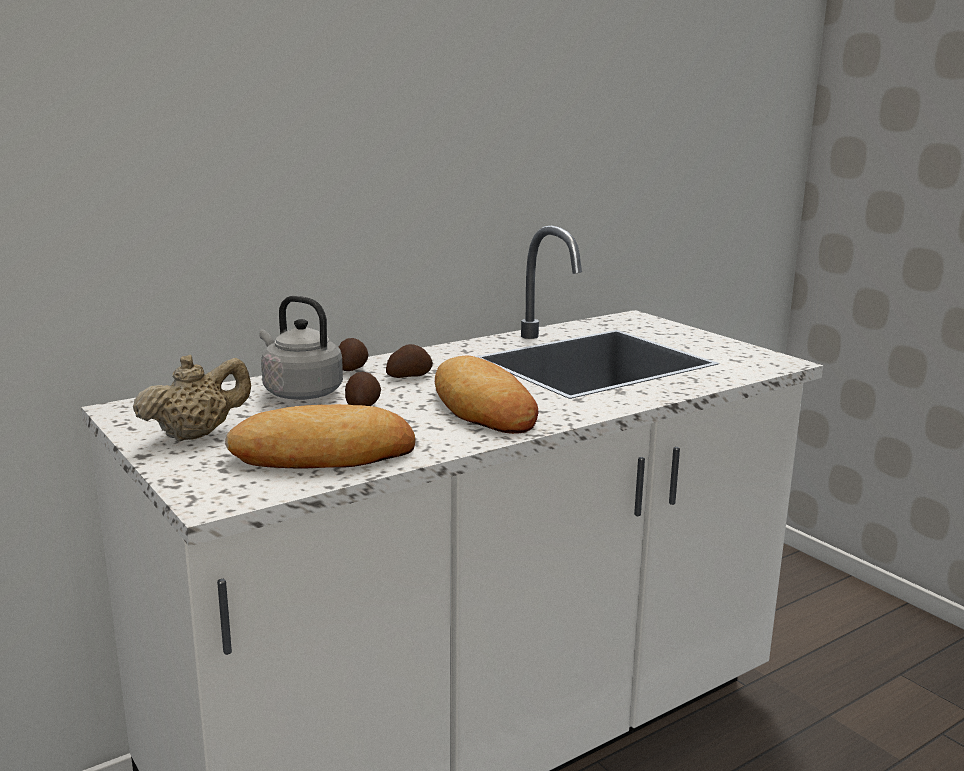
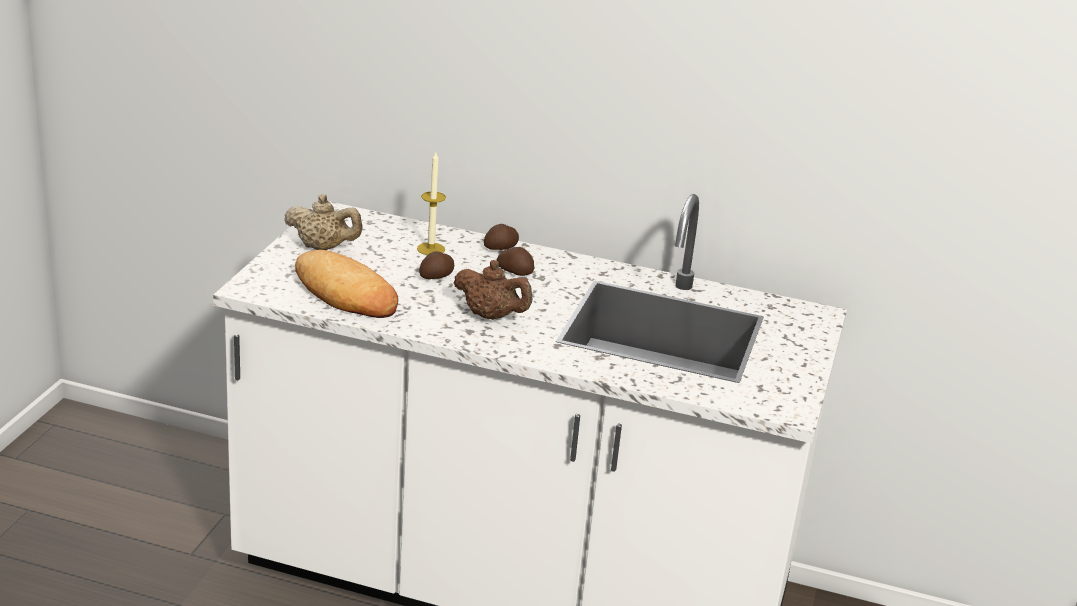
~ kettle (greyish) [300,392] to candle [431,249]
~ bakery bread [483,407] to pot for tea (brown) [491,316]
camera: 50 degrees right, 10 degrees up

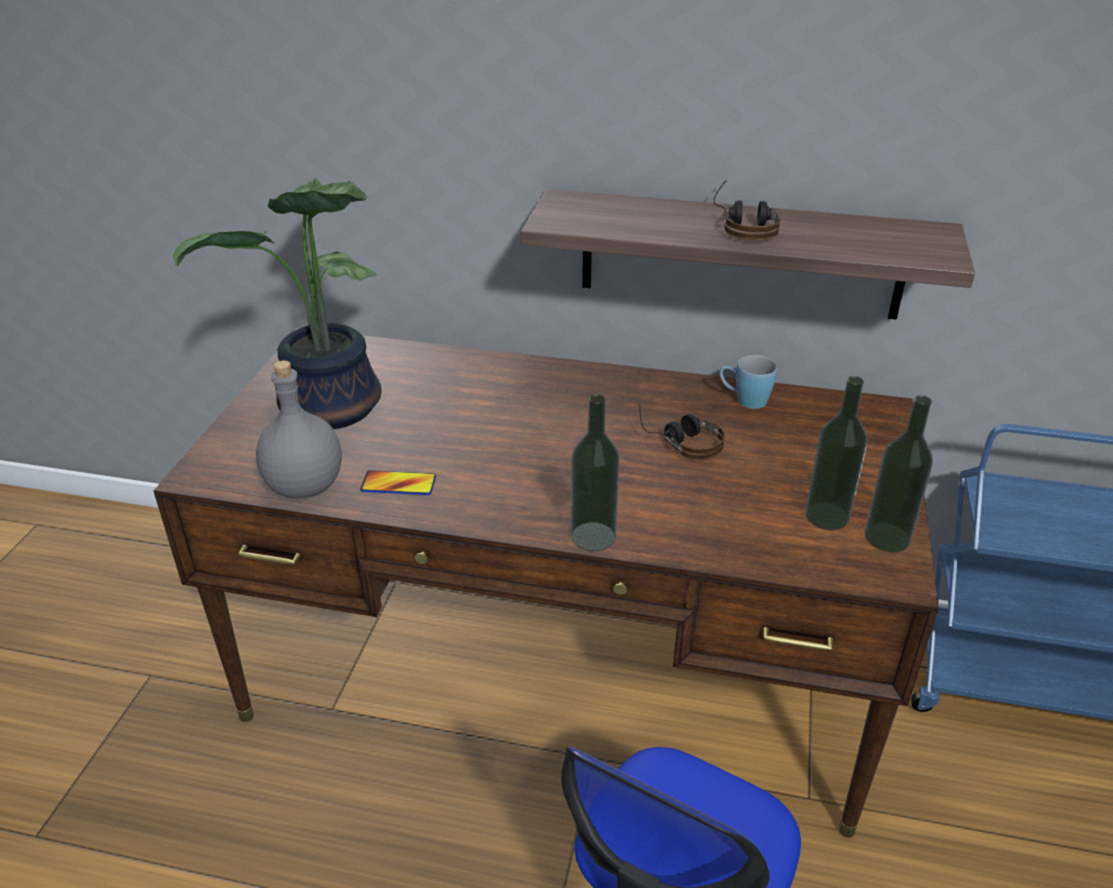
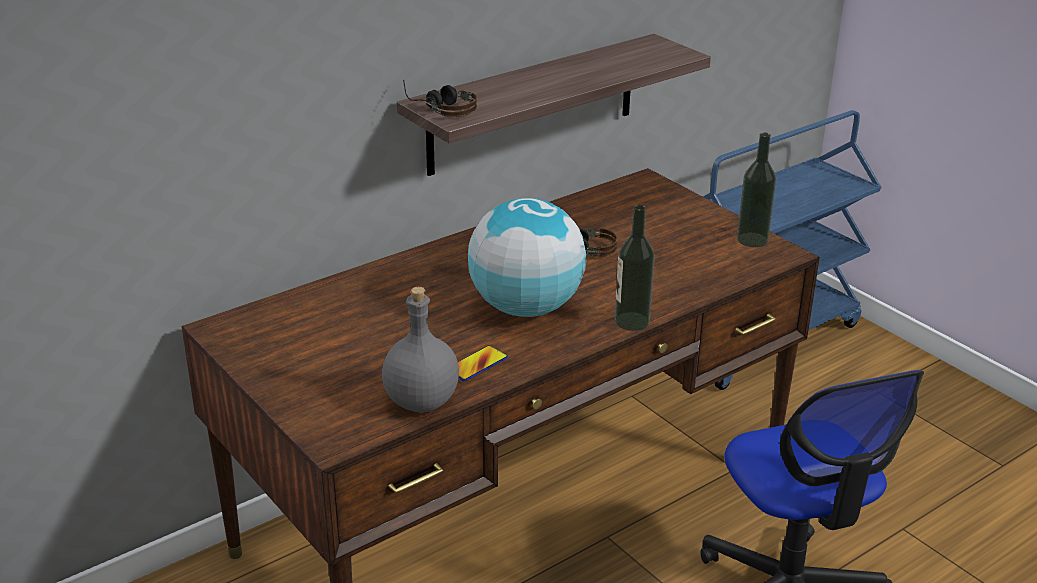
- houseplant [329,410]
- tea mug (blue) [744,400]
- bottle [827,516]
+ world globe [525,308]
~ pair of headphones [744,225] to [440,108]
camera: 50 degrees left, 5 degrees down

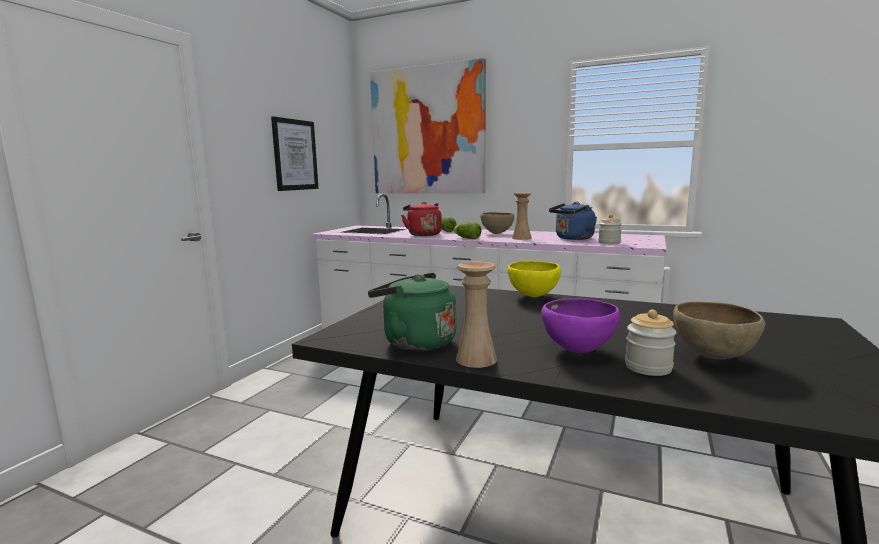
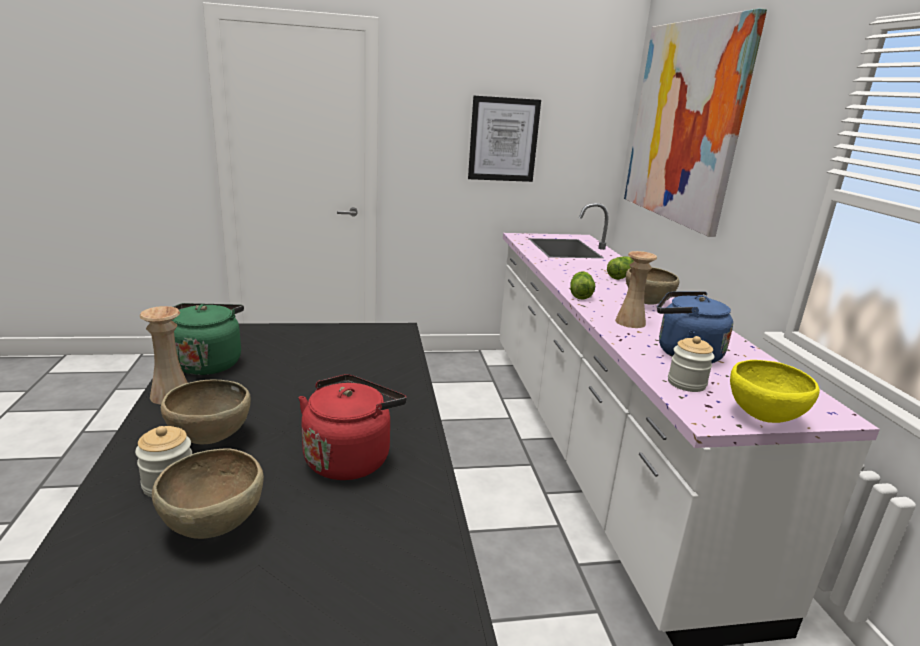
~ kettle (red-coloured) [423,234] to [350,457]
~ deep dish (yellow-coloured) [533,296] to [763,418]
~ deep dish (purple-coloured) [578,351] to deep dish (brown) [210,439]
camera: 55 degrees right, 10 degrees up

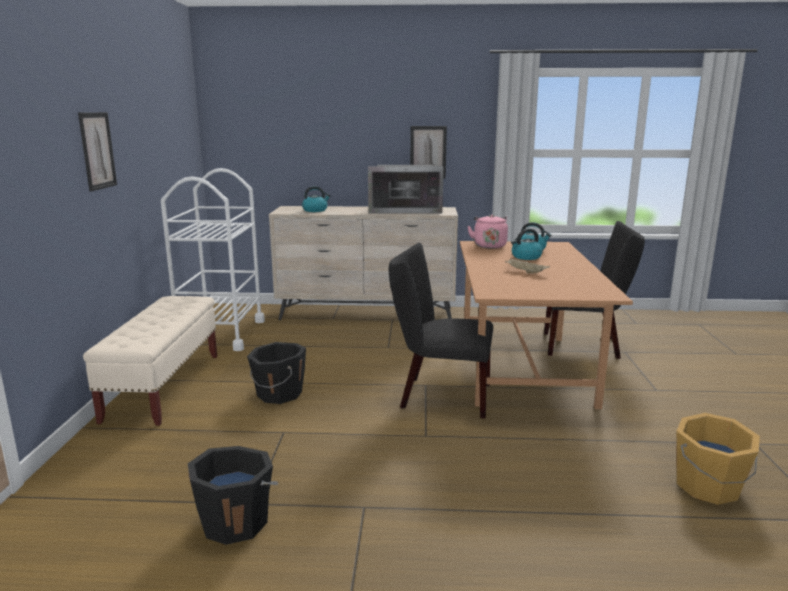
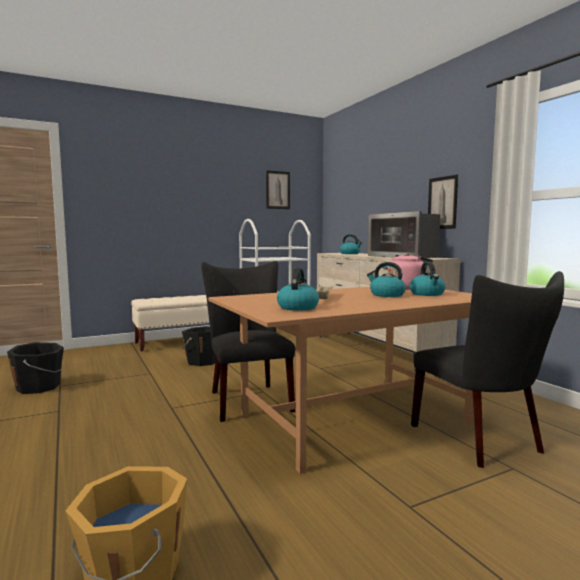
+ kettle [298,307]
~ wall art [97,150] to [278,190]
camera: 60 degrees right, 10 degrees down

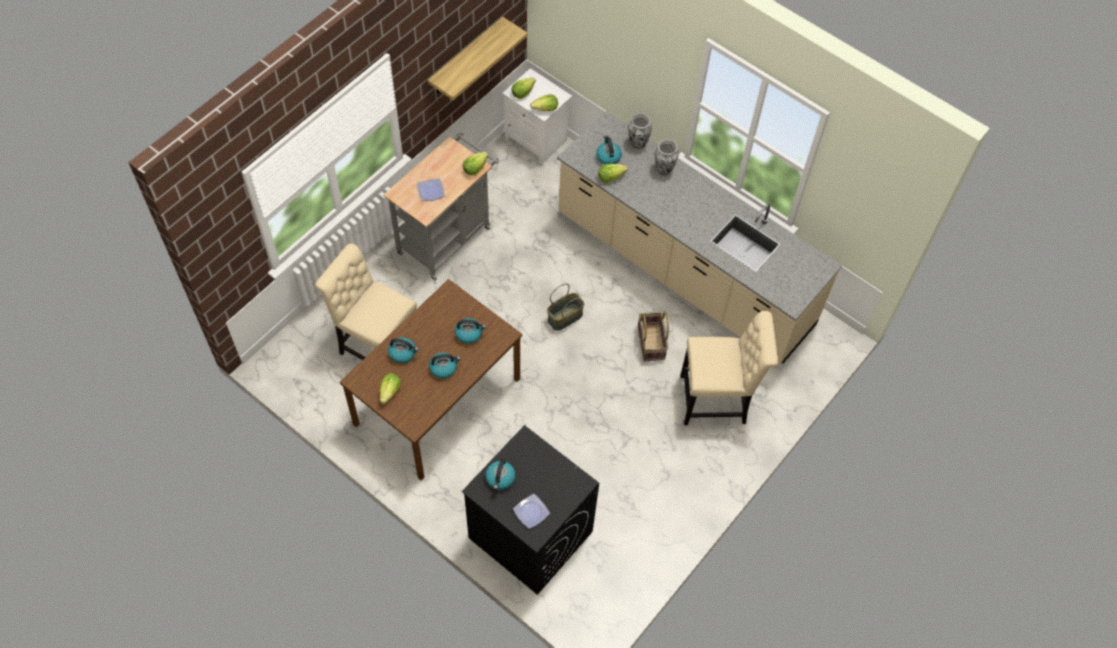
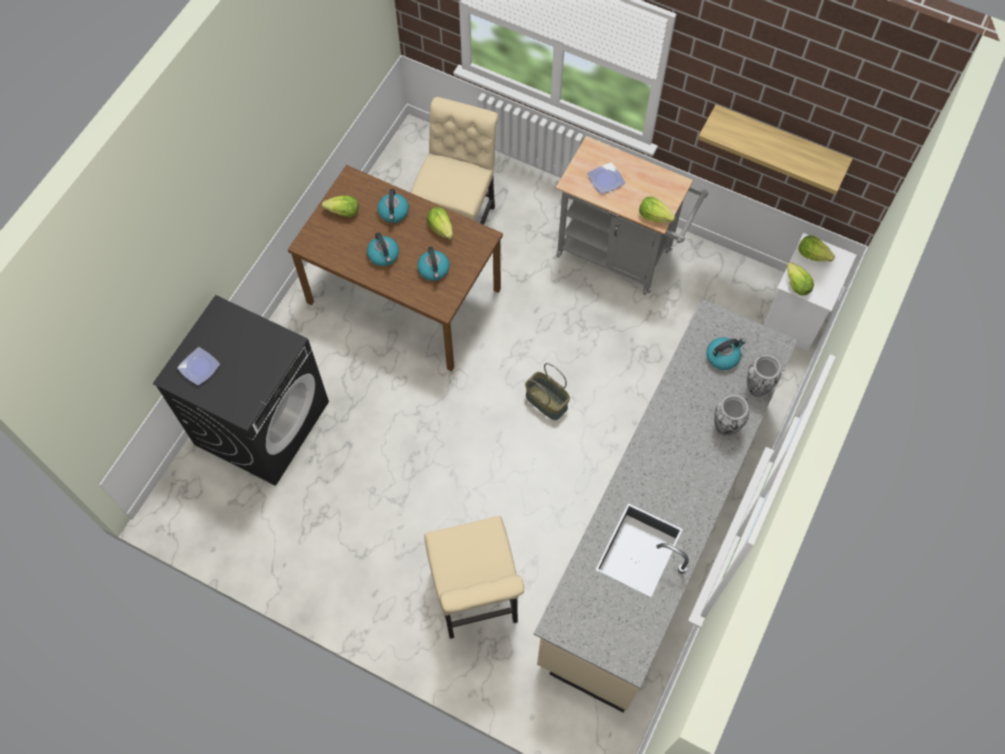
- kettle [500,478]
- household basket [652,343]
~ lettuce head [610,177] to [441,228]
camera: 80 degrees right, 5 degrees up

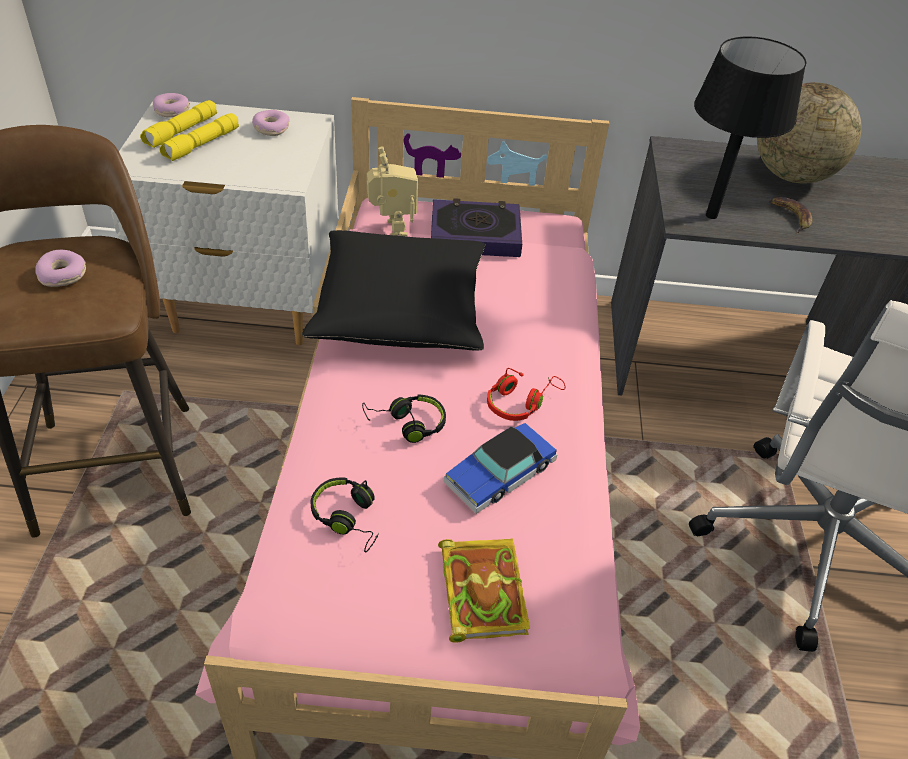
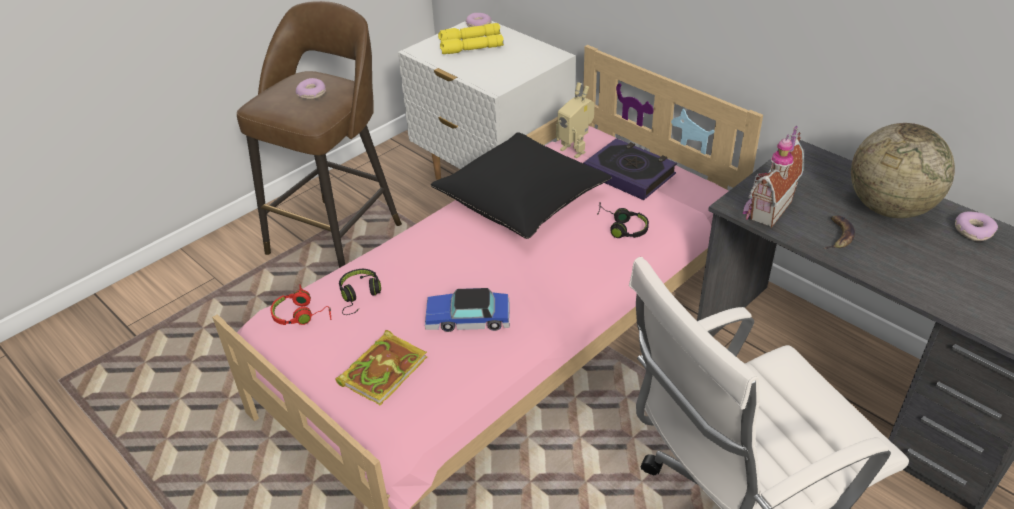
~ ring doughnut [271,128] to [973,231]
~ pair of headphones (blackish) [407,424] to [621,227]
~ pair of headphones (red-coloured) [520,402] to [302,315]
~ tabletop lamp (blackish) [711,216] to toy house [765,209]
~ model robot [391,228] = [575,149] 105 degrees clockwise
camera: 45 degrees right, 5 degrees down

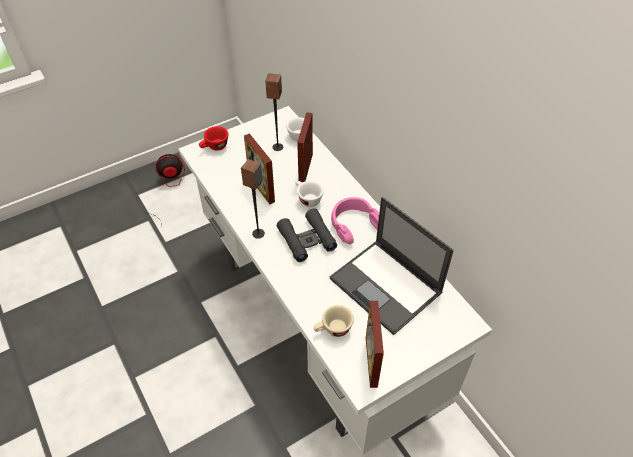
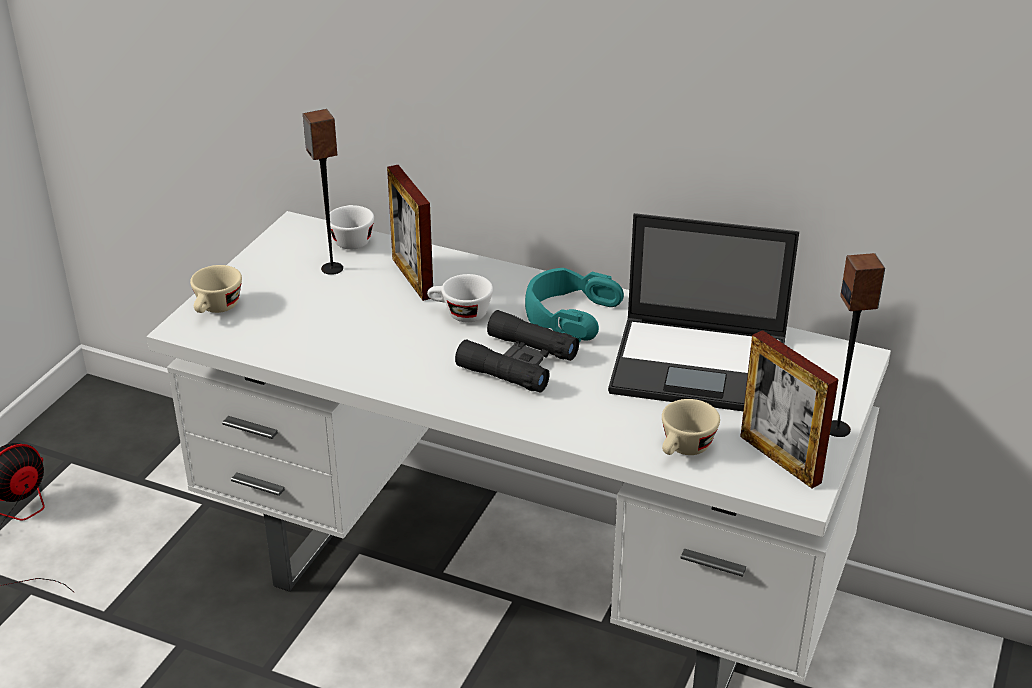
- photo frame [261,189]
~ loudspeaker [258,233] to [838,429]
~ drinking cup (red-coloured) [214,147] to drinking cup (beige-coloured) [216,309]
~ pair of headphones (pink-coloured) [354,224] to pair of headphones (turquoise) [569,314]
camera: 35 degrees left, 15 degrees down

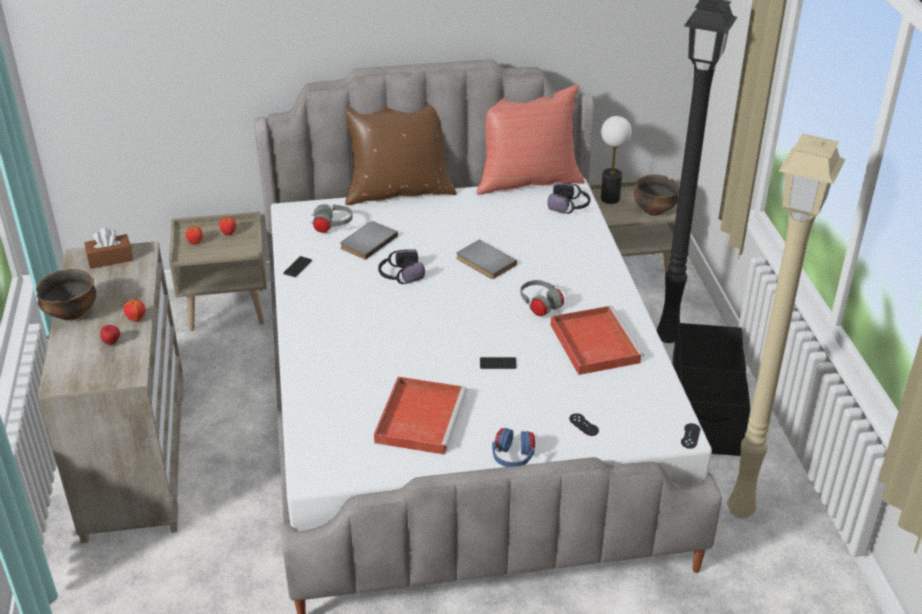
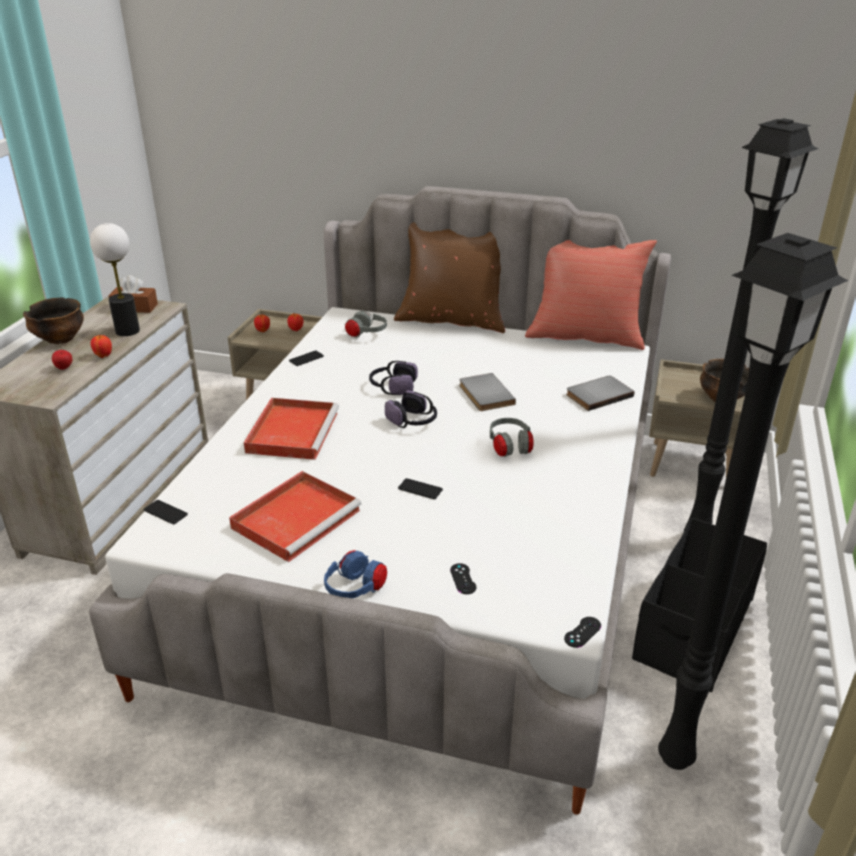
+ phone [165,512]
~ book (greyish) [367,241] to [597,394]
~ pair of headphones [569,206] to [413,421]
~ carrying tray (red-coloured) [593,342] to [292,431]
~ tabletop lamp [609,198] to [127,331]
~ floor lamp (beige-coloured) [743,509] to floor lamp (blackish) [679,758]
camera: 25 degrees right, 5 degrees down

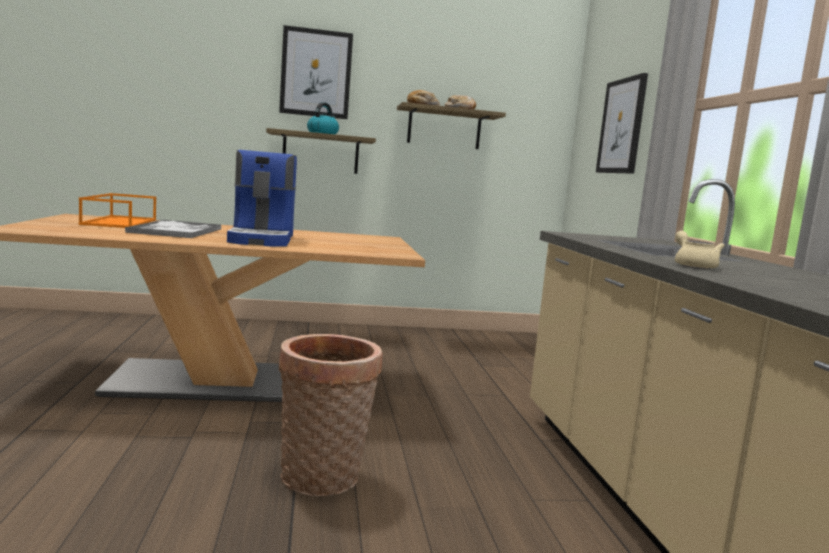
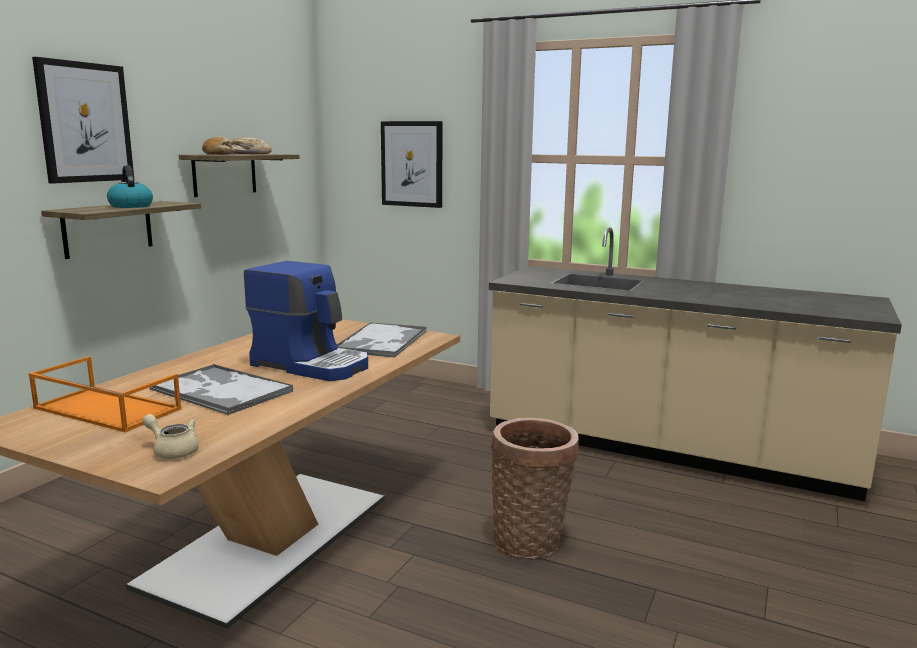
+ carrying tray [381,341]
~ pot for tea (beige-coloured) [693,266] to [172,450]
camera: 55 degrees left, 5 degrees up

